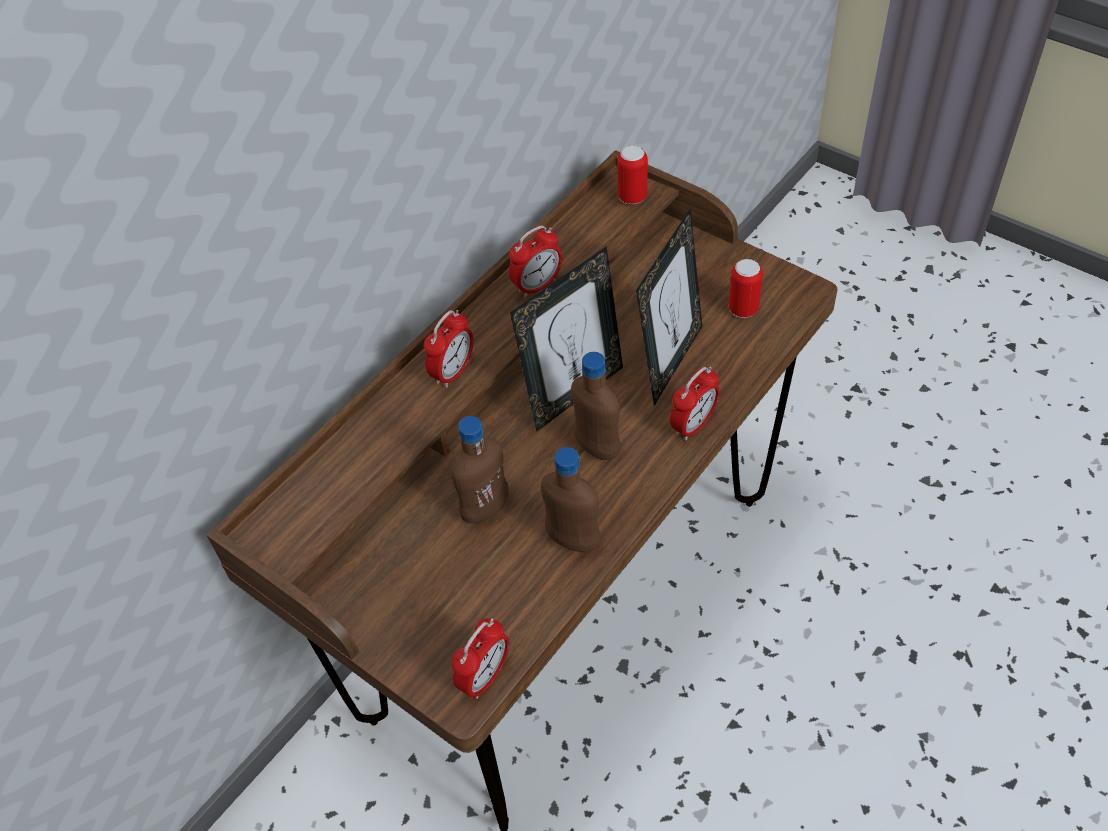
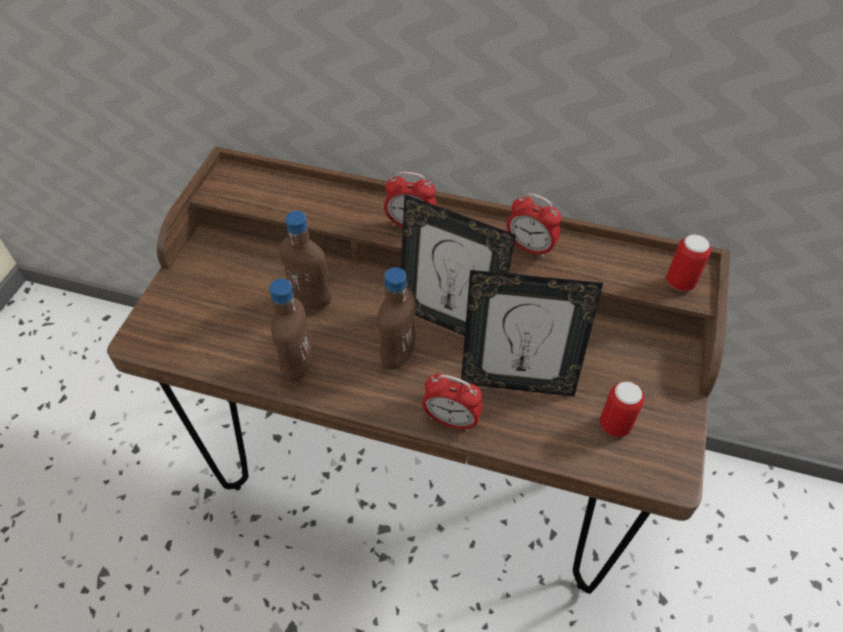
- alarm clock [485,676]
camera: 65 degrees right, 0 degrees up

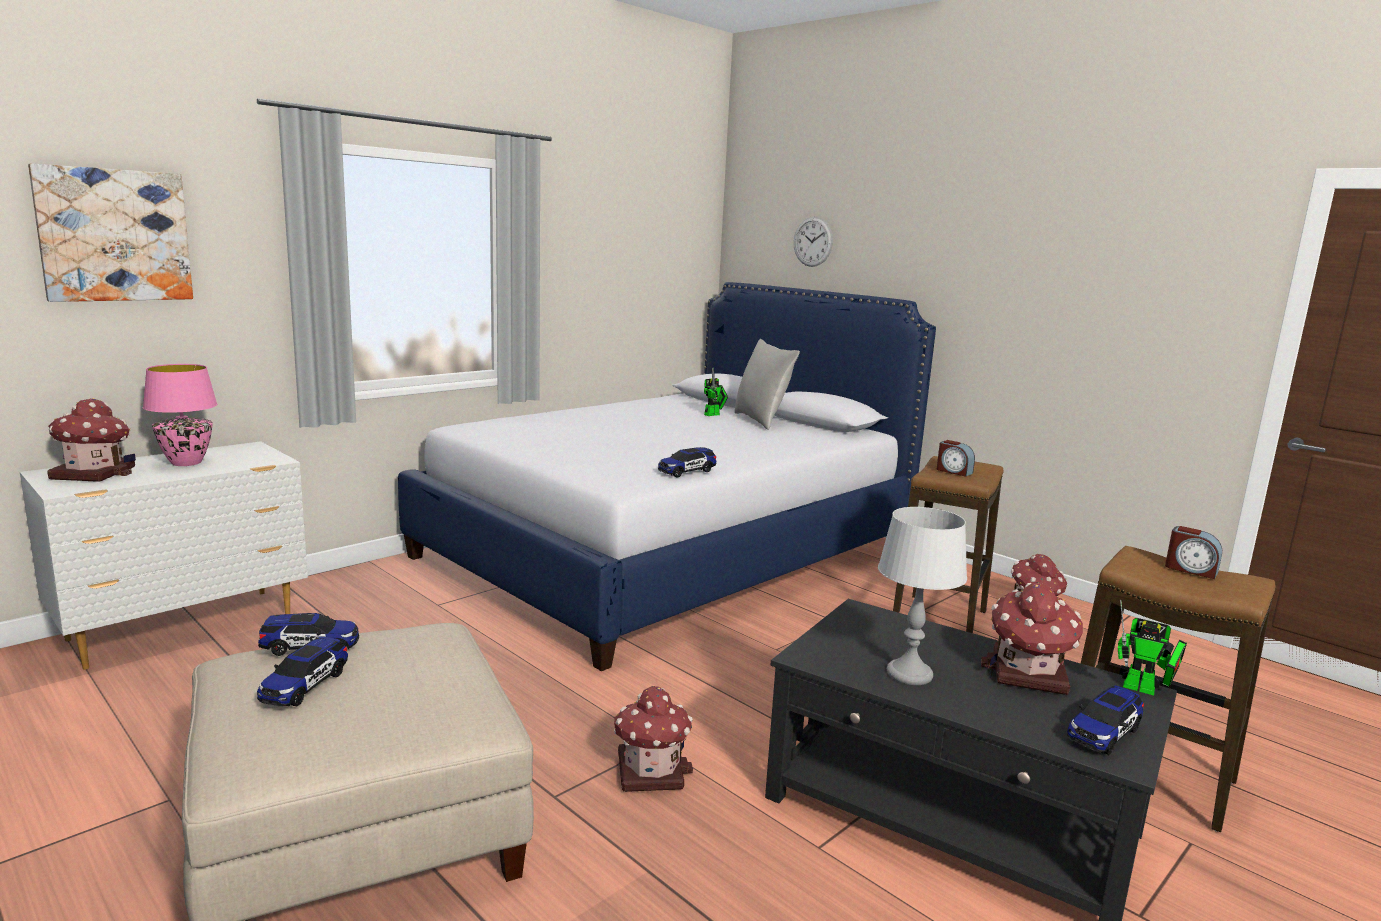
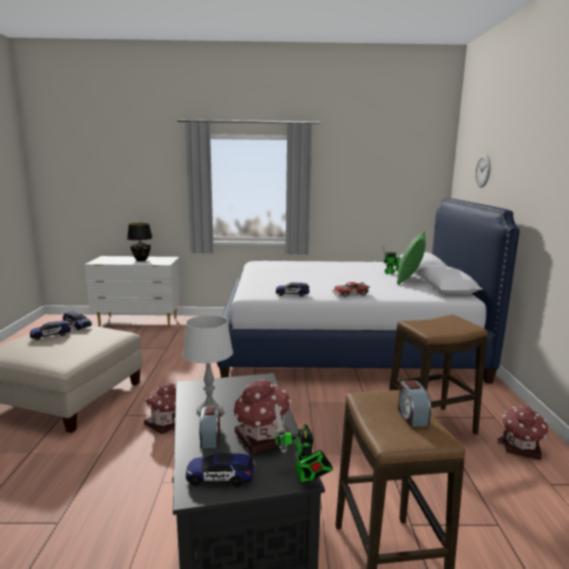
- wall art [114,235]
- toy house [95,473]
+ model car [351,294]
~ alarm clock [953,471] to [210,438]
~ tabletop lamp (pink-coloured) [186,463] to tabletop lamp (blackish) [141,260]
~ pillow (greyish) [761,421] to pillow (green-coloured) [409,280]
camera: 45 degrees right, 0 degrees up

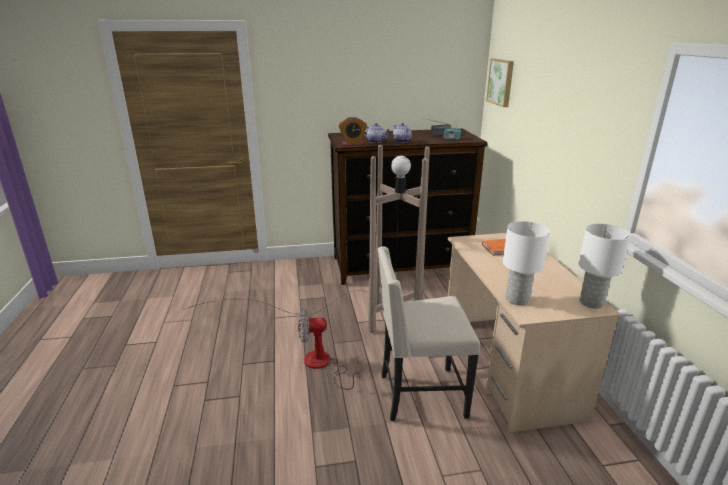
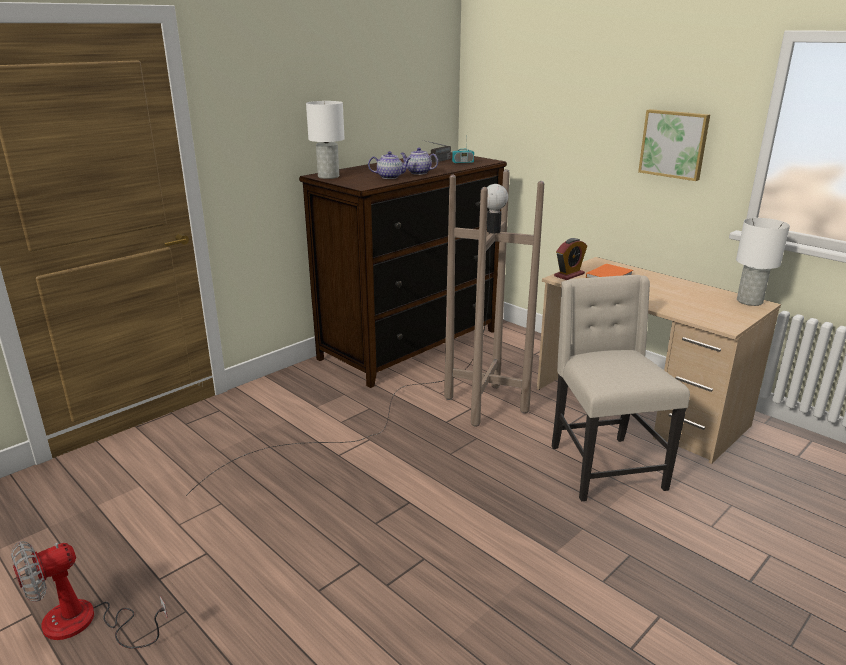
~ cooling fan [323,365] to [85,624]
~ alarm clock [353,144] to [569,275]
~ wall art [501,82] to [674,144]
~ tabletop lamp (white-coloured) [516,299] to [328,176]
~ plain chair (beige-coloured) [420,395] = [603,466] 120 degrees clockwise
camera: 35 degrees left, 0 degrees up

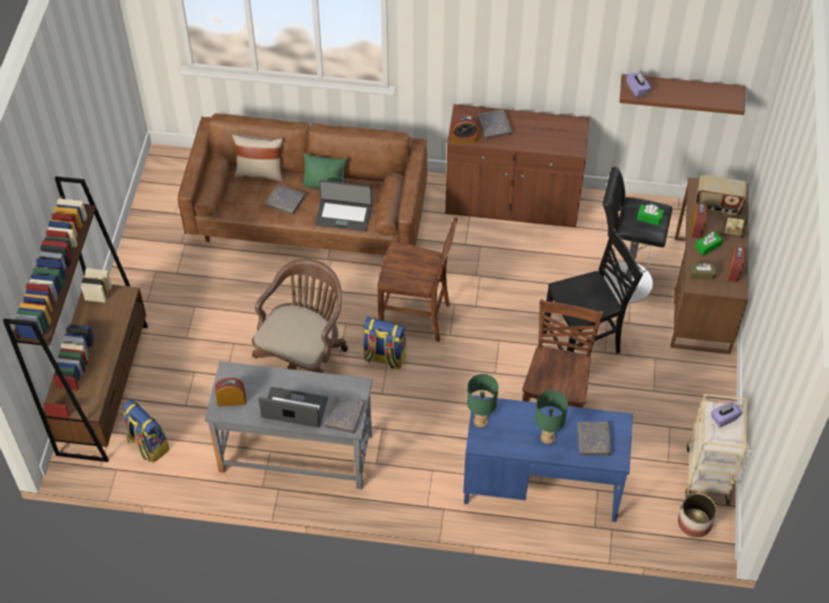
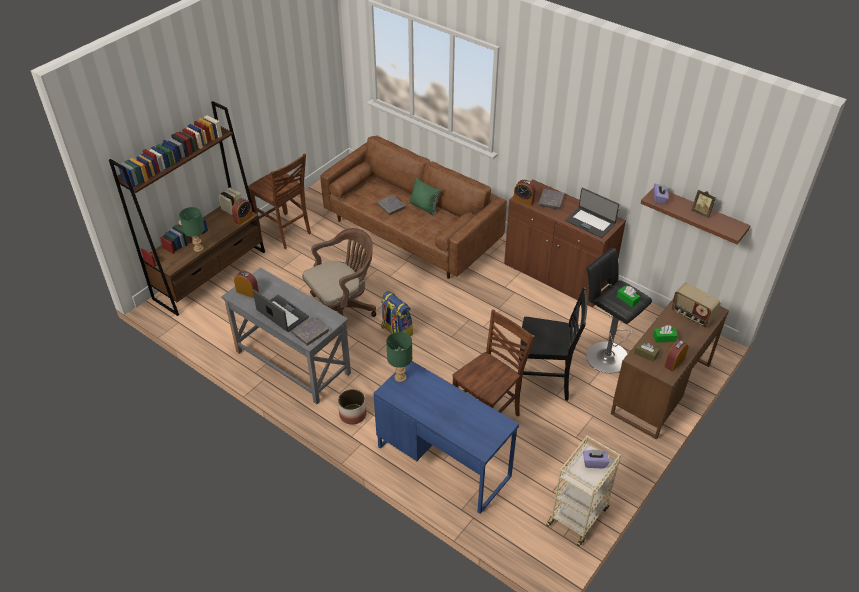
- backpack [147,445]
- pillow (beige-coloured) [260,172]
- book (greyish) [593,440]
~ laptop [343,215] to [590,222]
~ plain chair (brown) [416,317] to [285,232]
~ tabletop lamp (green-coloured) [546,437] to [198,248]
~ planter [694,522] to [353,414]
~ alarm clock [696,227] to [243,218]
~ photo frame [731,233] to [701,213]
camera: 30 degrees right, 10 degrees down

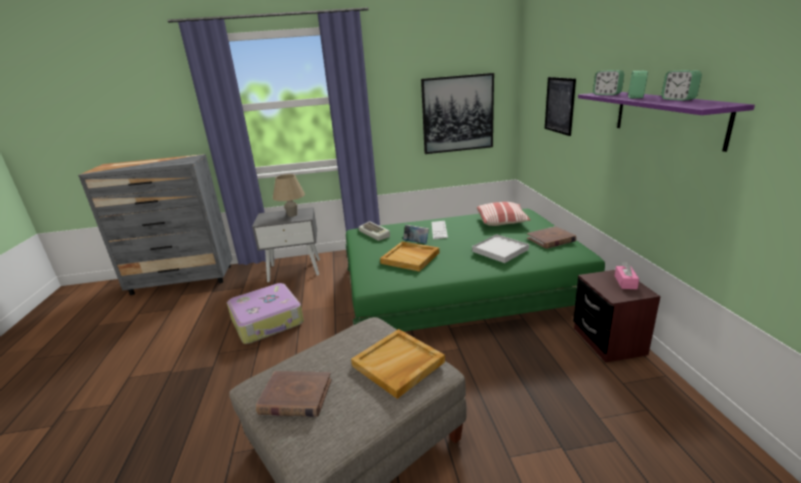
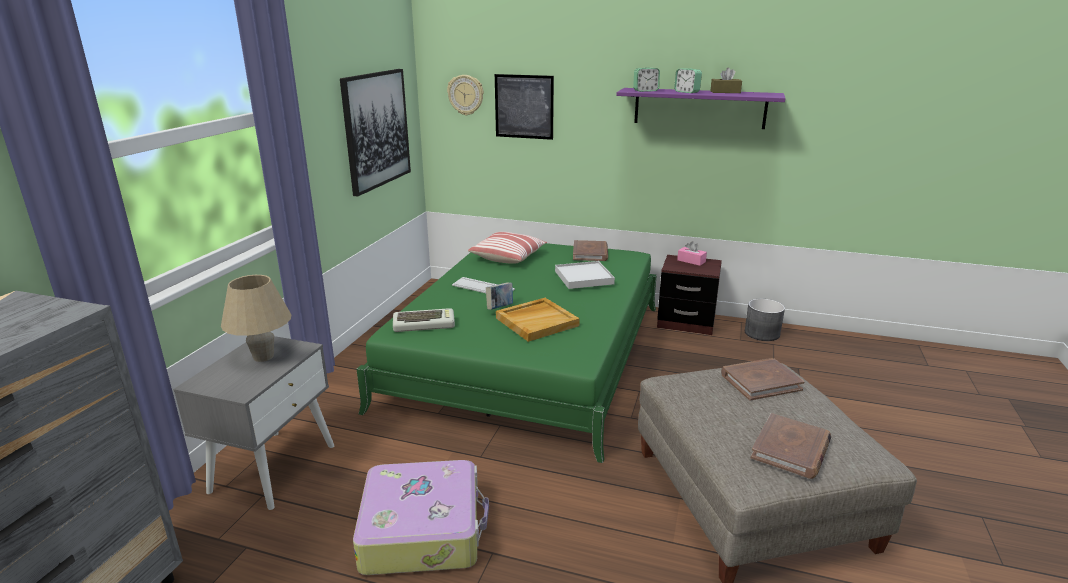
+ wall clock [466,95]
+ planter (greyish) [762,333]
~ carrying tray (beige-coloured) [398,364] to book (brown) [760,382]
~ alarm clock [678,99] to tissue box (brown) [725,92]
camera: 65 degrees left, 0 degrees up

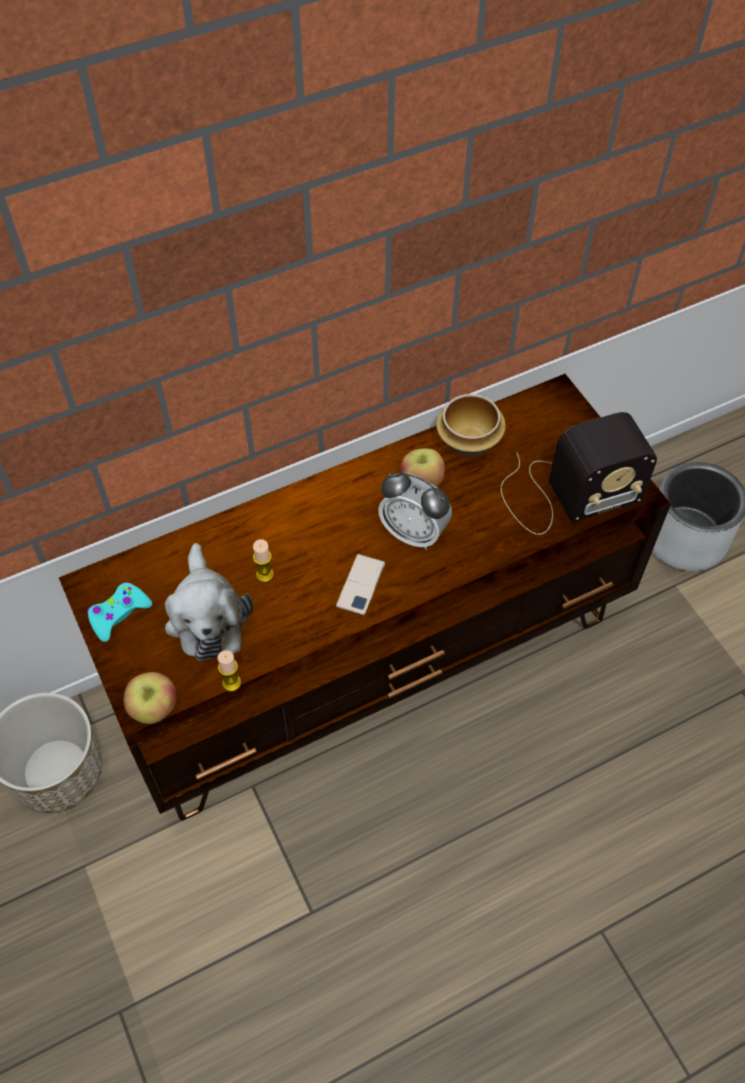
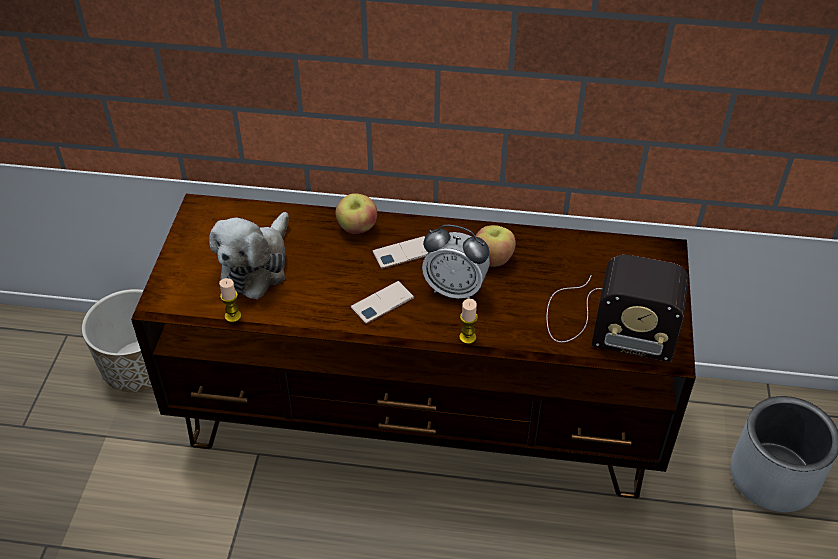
- joypad (turquoise) [118,614]
- deep dish [470,441]
+ phone [403,253]
~ whole apple [154,709] to [357,228]
~ candle [265,574] to [467,337]
~ alarm clock [413,533] = [455,289] 45 degrees counterclockwise
camera: 35 degrees right, 10 degrees down

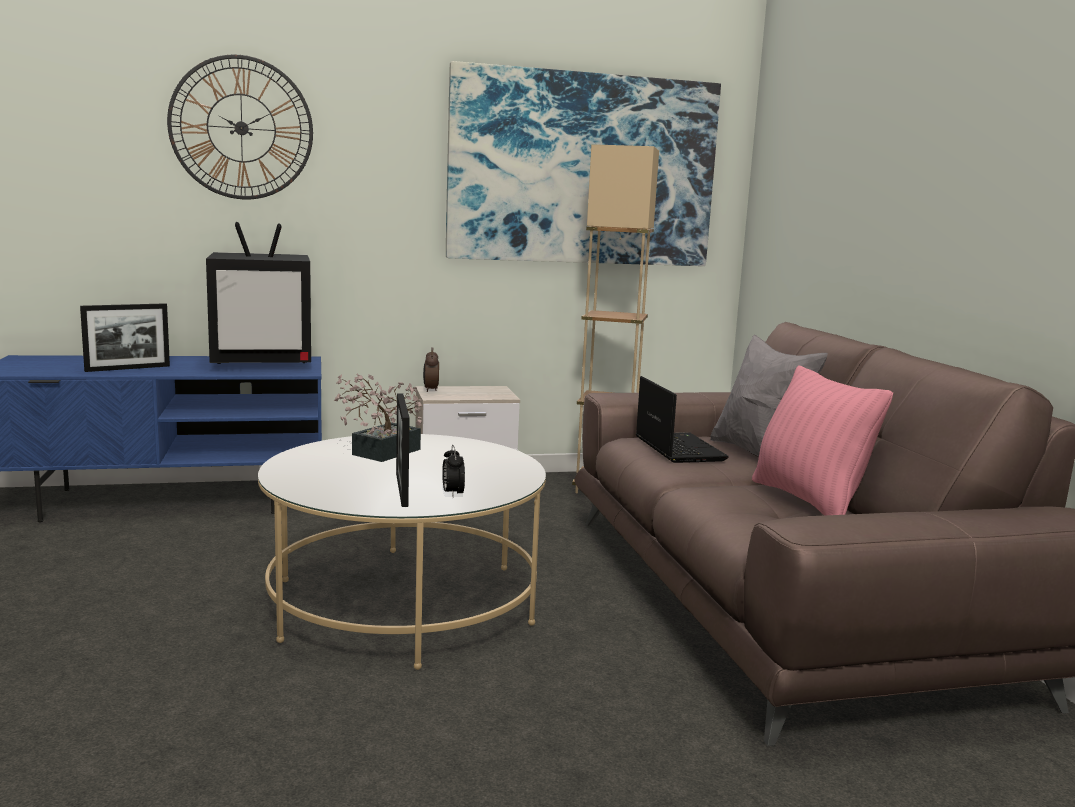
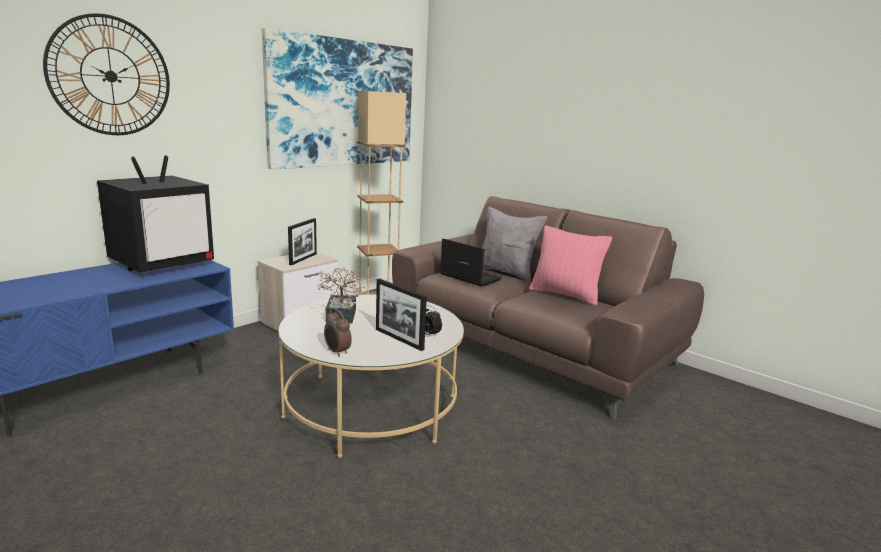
~ photo frame [128,368] to [303,259]
~ alarm clock [430,390] to [337,352]
camera: 35 degrees left, 5 degrees up

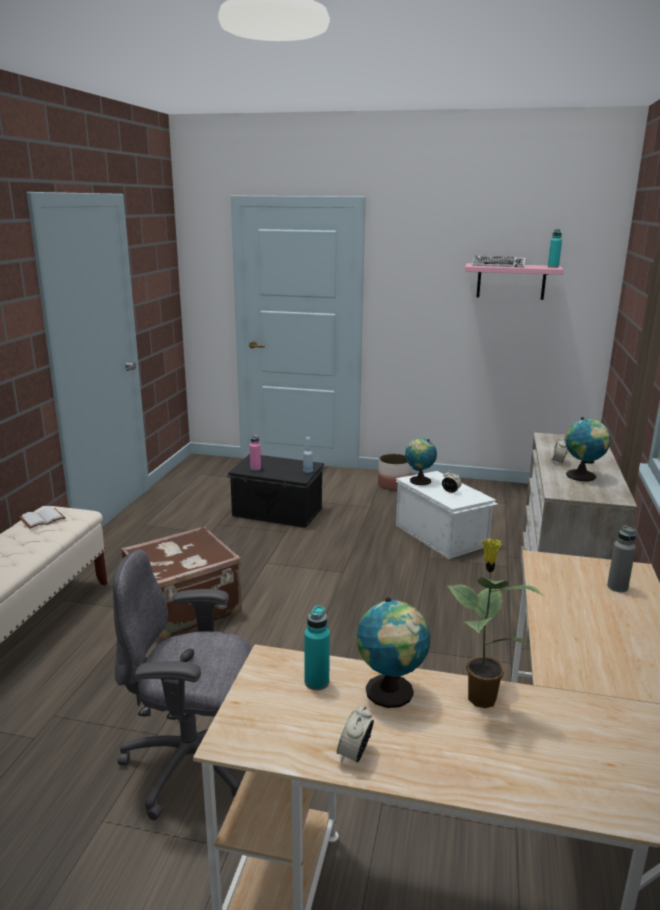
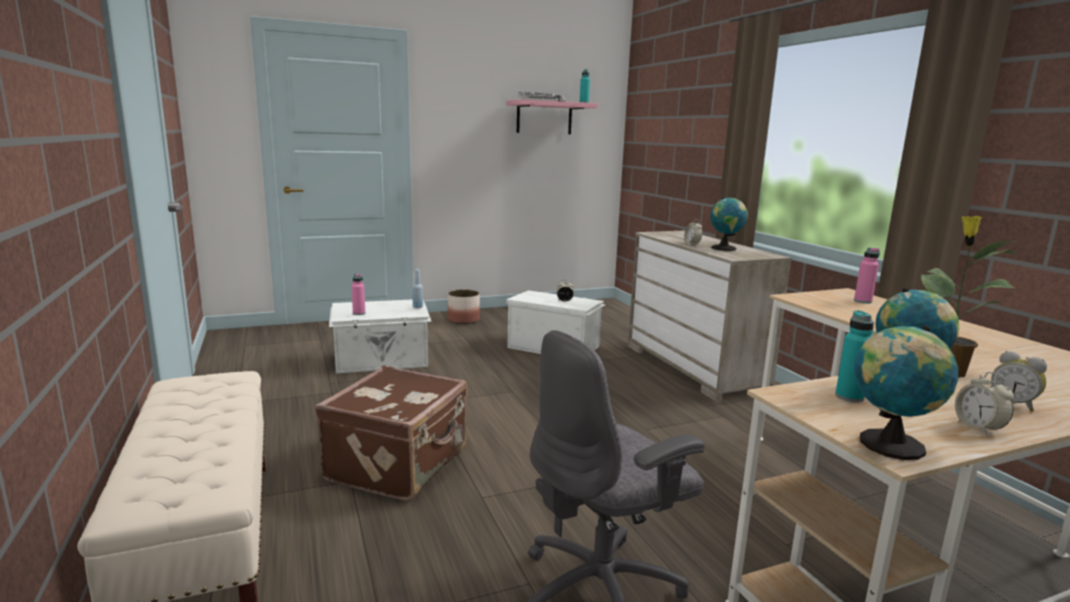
- book (white-coloured) [43,518]
+ alarm clock [1013,404]
~ world globe [418,481] to [888,446]
~ storage bin (blackish) [277,512] to storage bin (white-coloured) [382,361]
~ bottle (greyish) [617,587] to bottle (pink-coloured) [862,301]
camera: 35 degrees left, 5 degrees down

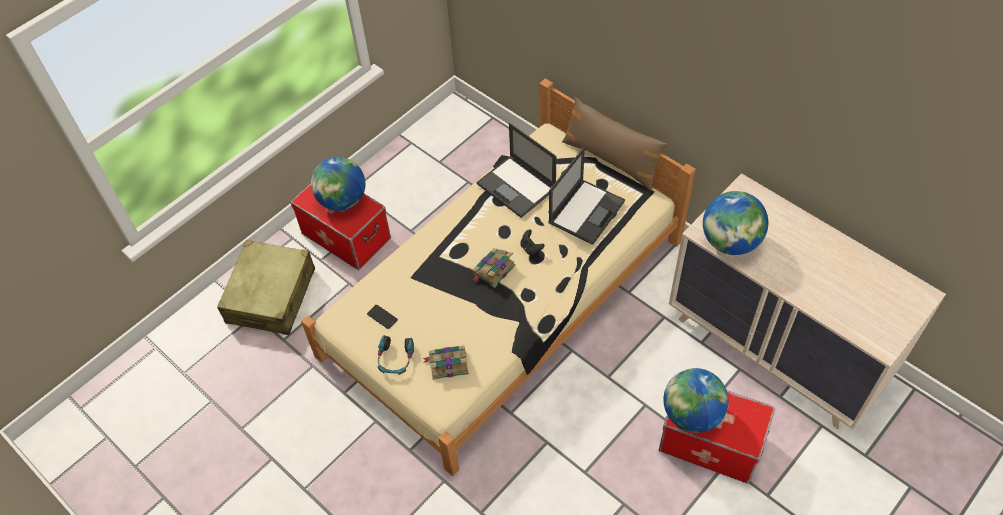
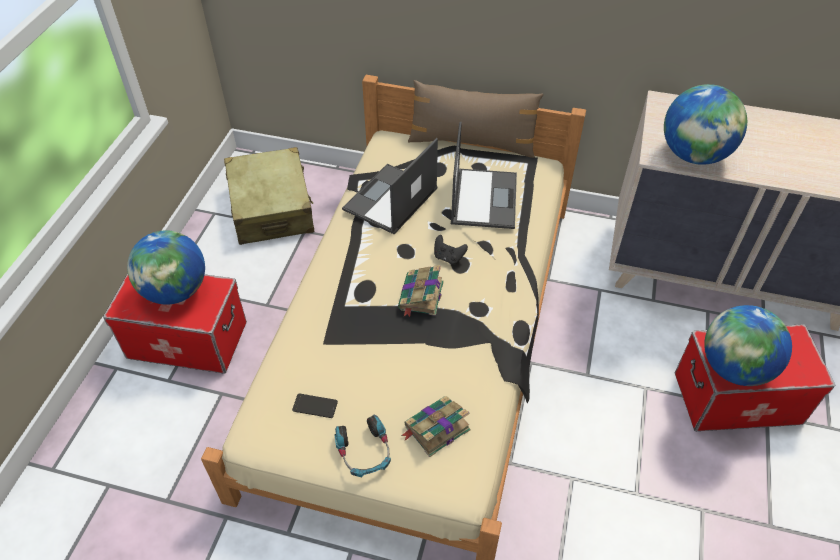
~ piece of luggage (beige-coloured) [271,296] to [272,208]
~ laptop [517,187] = [390,200] 105 degrees clockwise
camera: 30 degrees left, 5 degrees down

